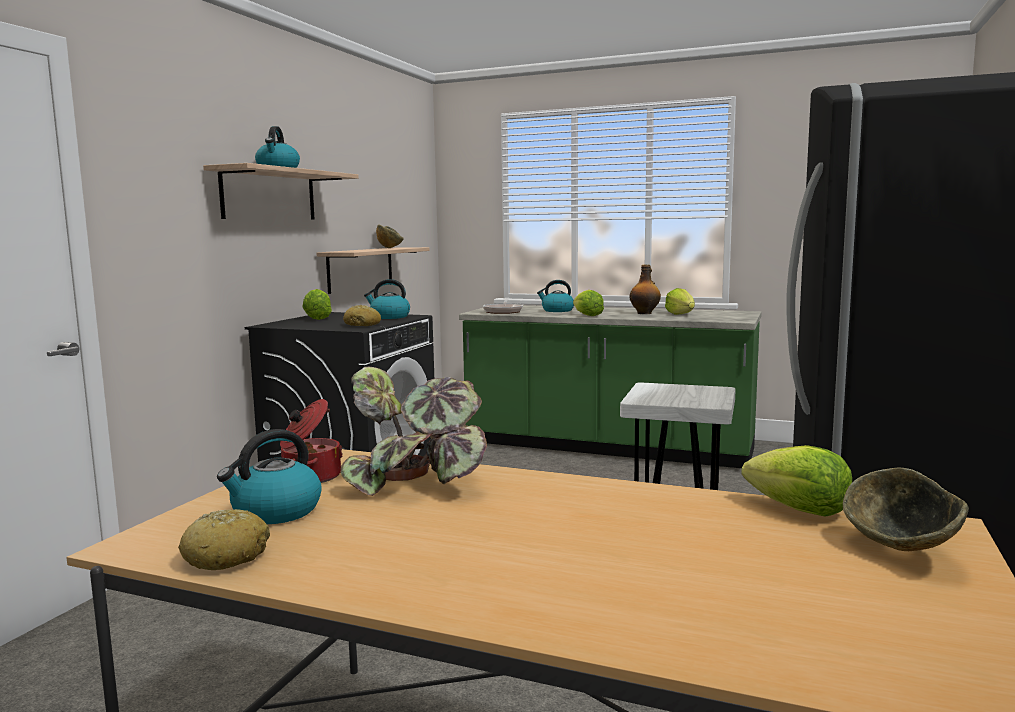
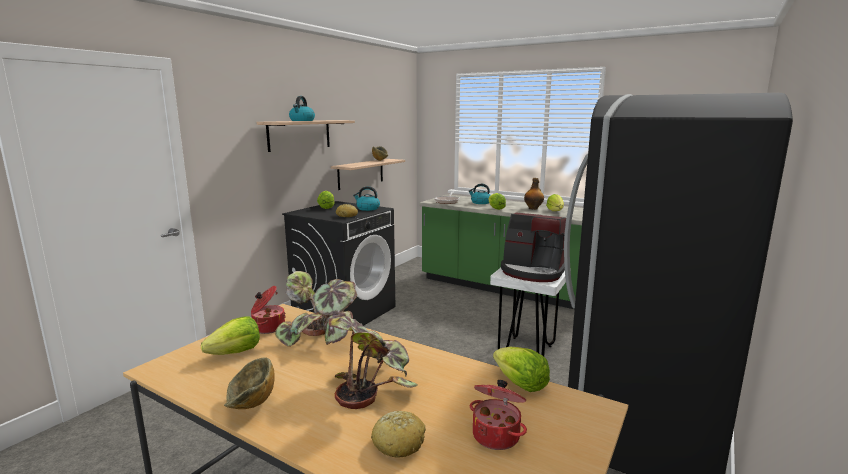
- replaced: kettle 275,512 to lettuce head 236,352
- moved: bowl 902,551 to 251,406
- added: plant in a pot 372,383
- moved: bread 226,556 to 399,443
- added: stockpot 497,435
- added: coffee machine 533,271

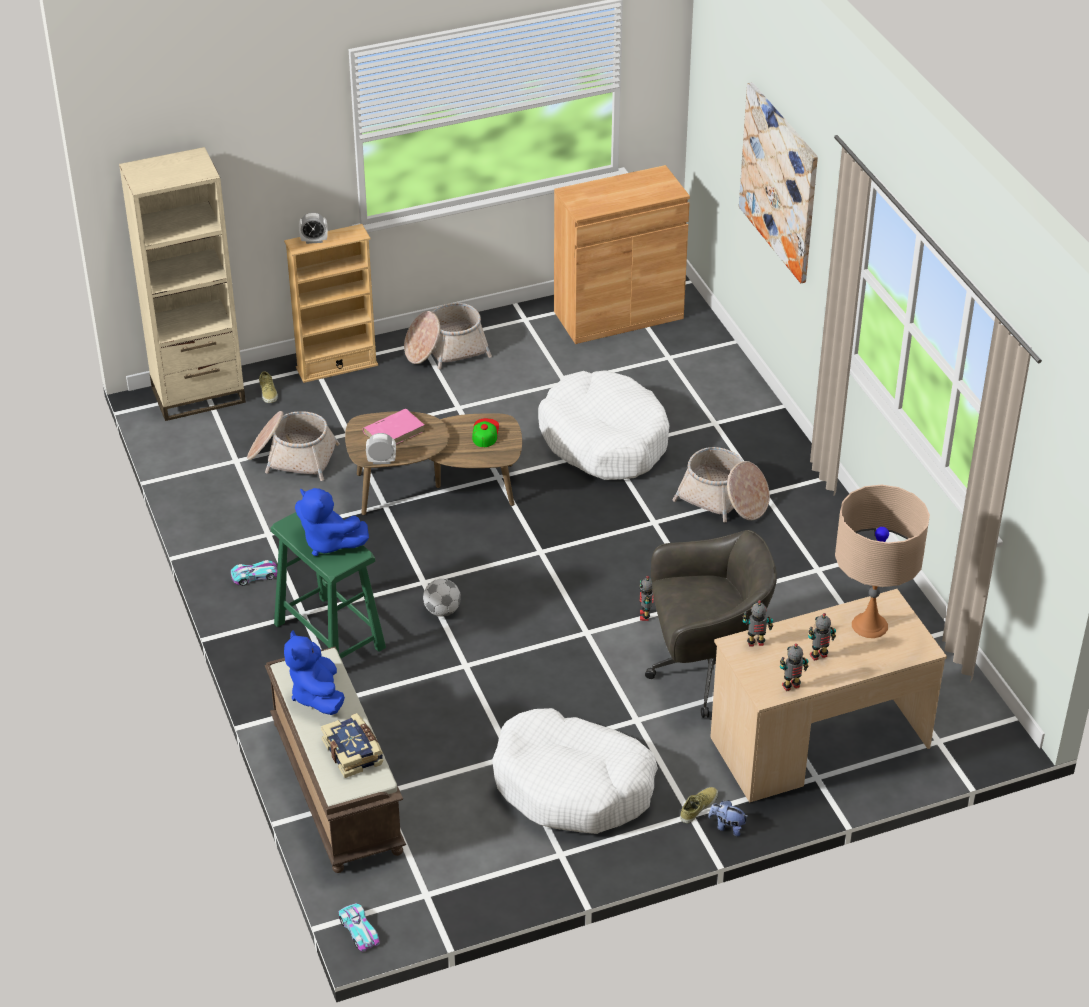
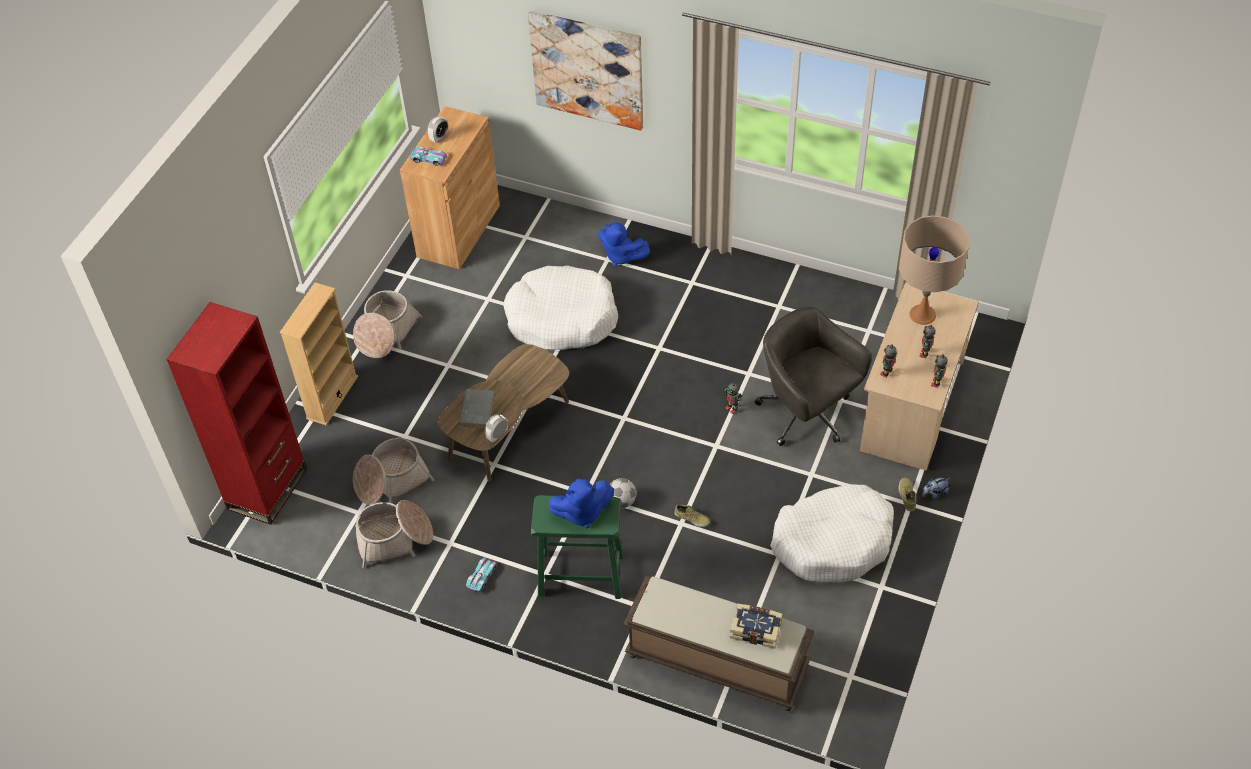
- recoloured: bookcase (beige) 198,395 to bookcase (red-coloured) 267,489
- moved: basket 723,500 to 395,539
- moved: model car 359,930 to 429,159
- moved: table clock 314,240 to 439,137
- recoloured: volume (pink-coloured) 394,431 to volume (greyish) 477,410
- moved: soft toy (blue-coloured) 317,695 to 621,256
- moved: shoe (beige) 269,392 to 692,518
- turned: computer chair (greyish) 706,671 = 806,414 75 degrees counterclockwise
- removed: cap 485,432

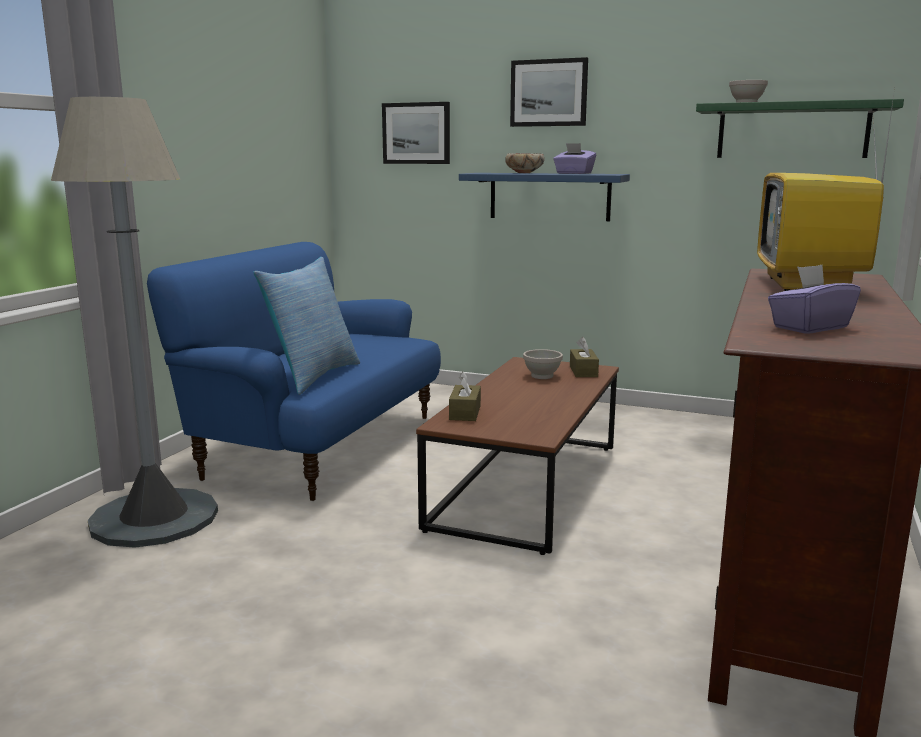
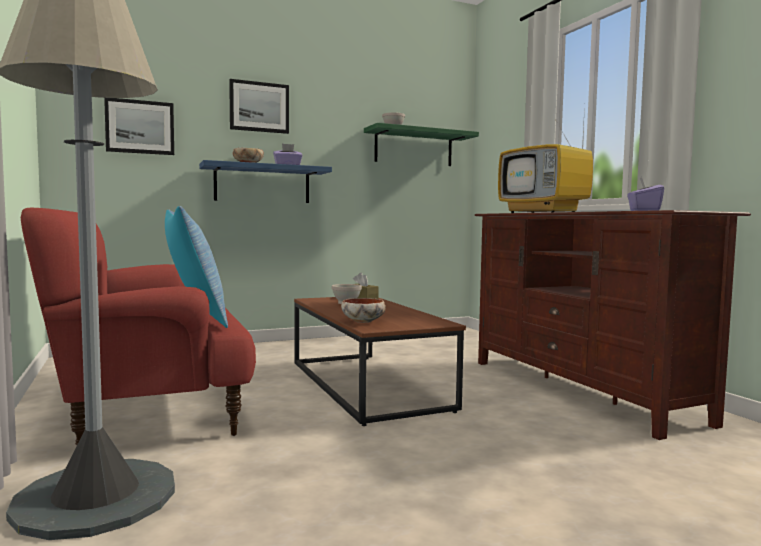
- recoloured: sofa (blue-coloured) 319,445 to sofa (red-coloured) 150,403
- replaced: tissue box (brown-coloured) 465,412 to bowl 364,322

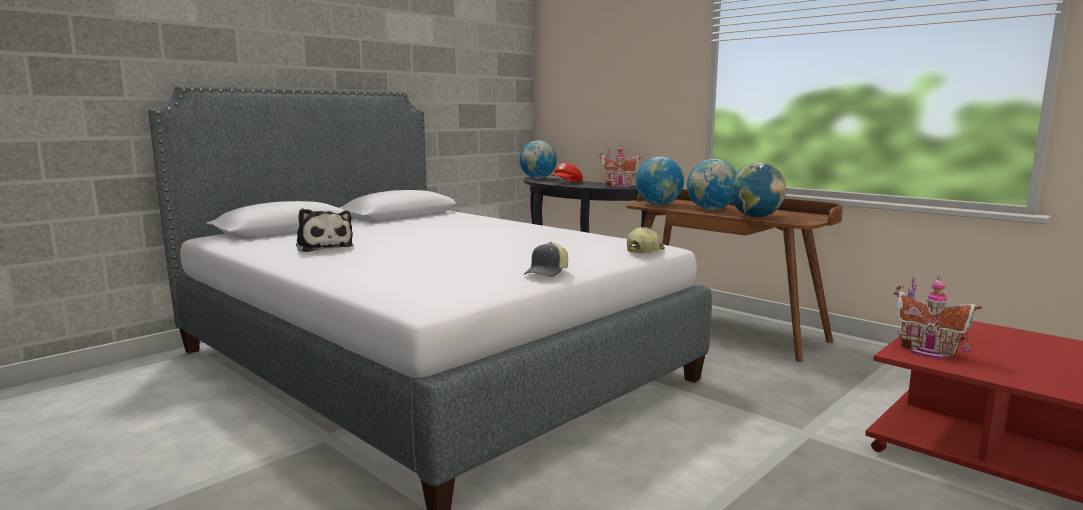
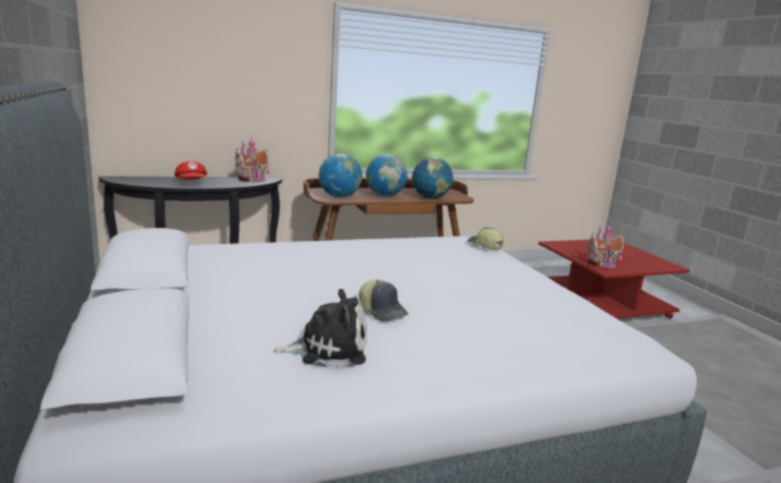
- moved: cap 547,273 to 382,311
- removed: globe 538,178

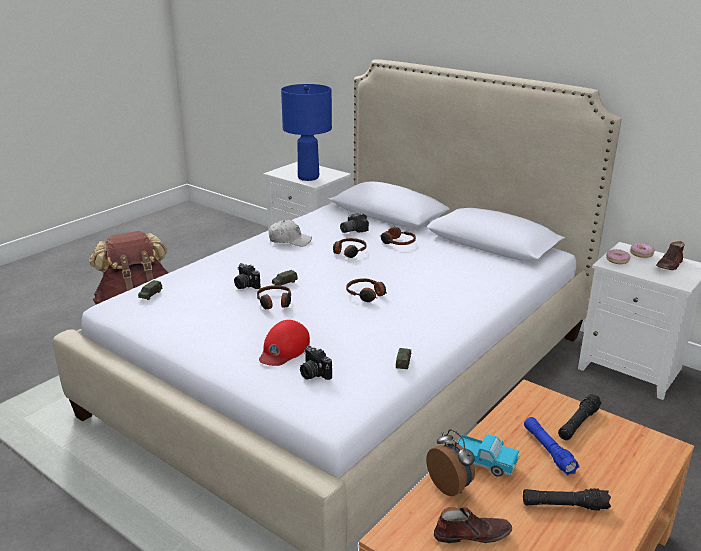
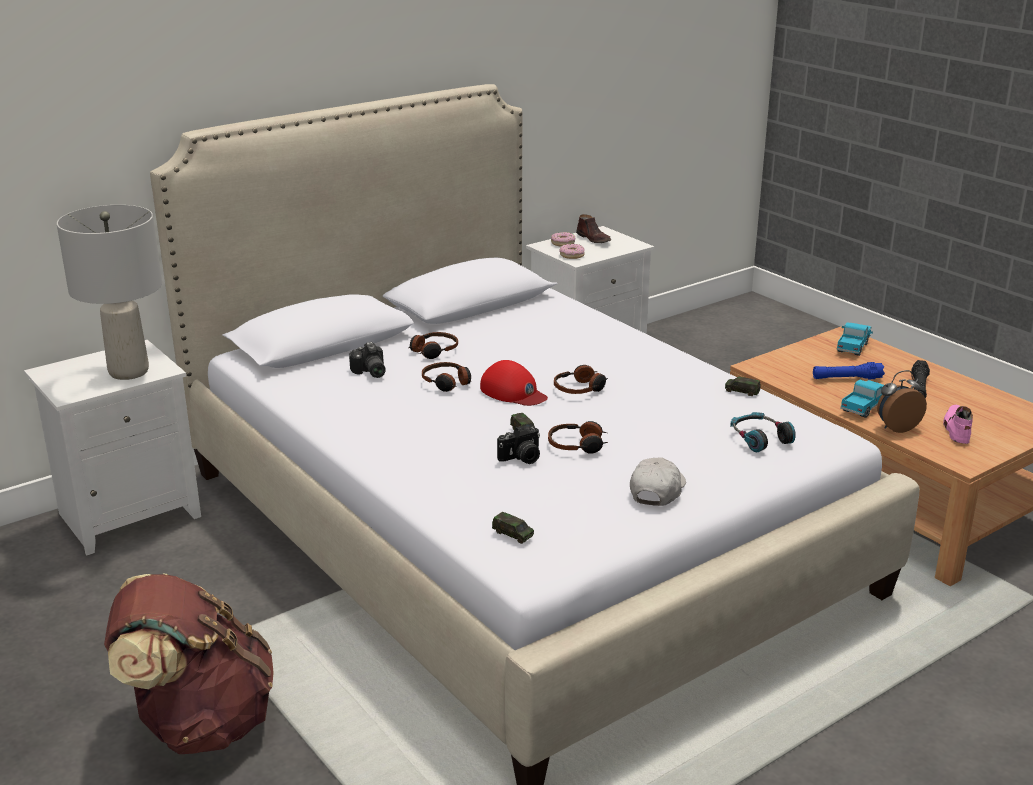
- recoloured: lamp for a table (blue-coloured) 308,177 to lamp for a table (greyish) 128,371
- moved: cap (red-coloured) 284,349 to 513,392
- moved: cap (white) 289,240 to 657,490
- replaced: still camera 313,373 to pair of headphones 759,438
- added: model truck 853,347
- recoloured: shoe (brown-coloured) 472,534 to shoe (pink-coloured) 956,429
- removed: torch (blackish) 578,423

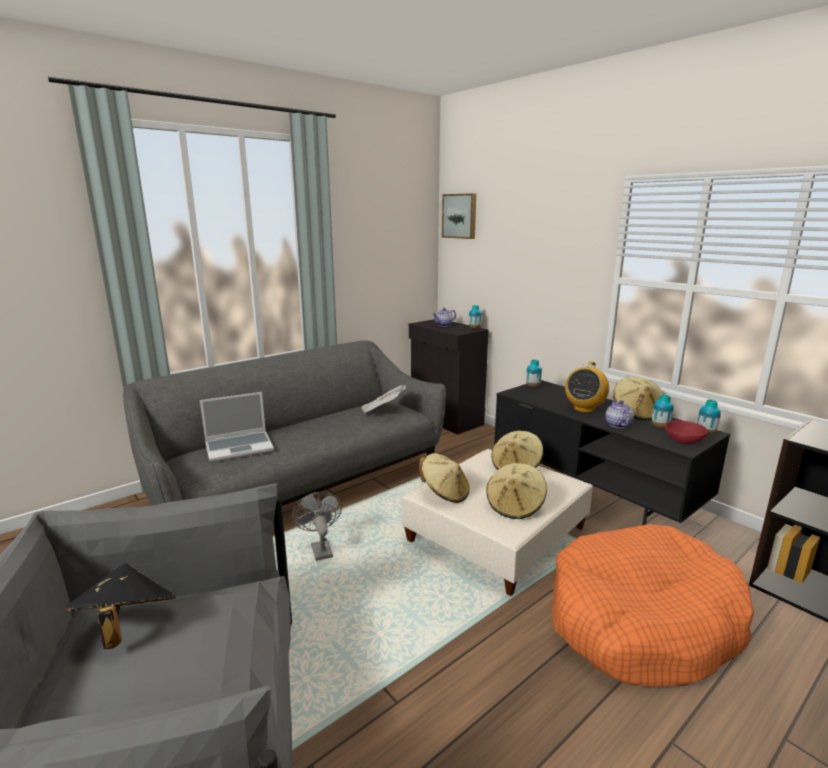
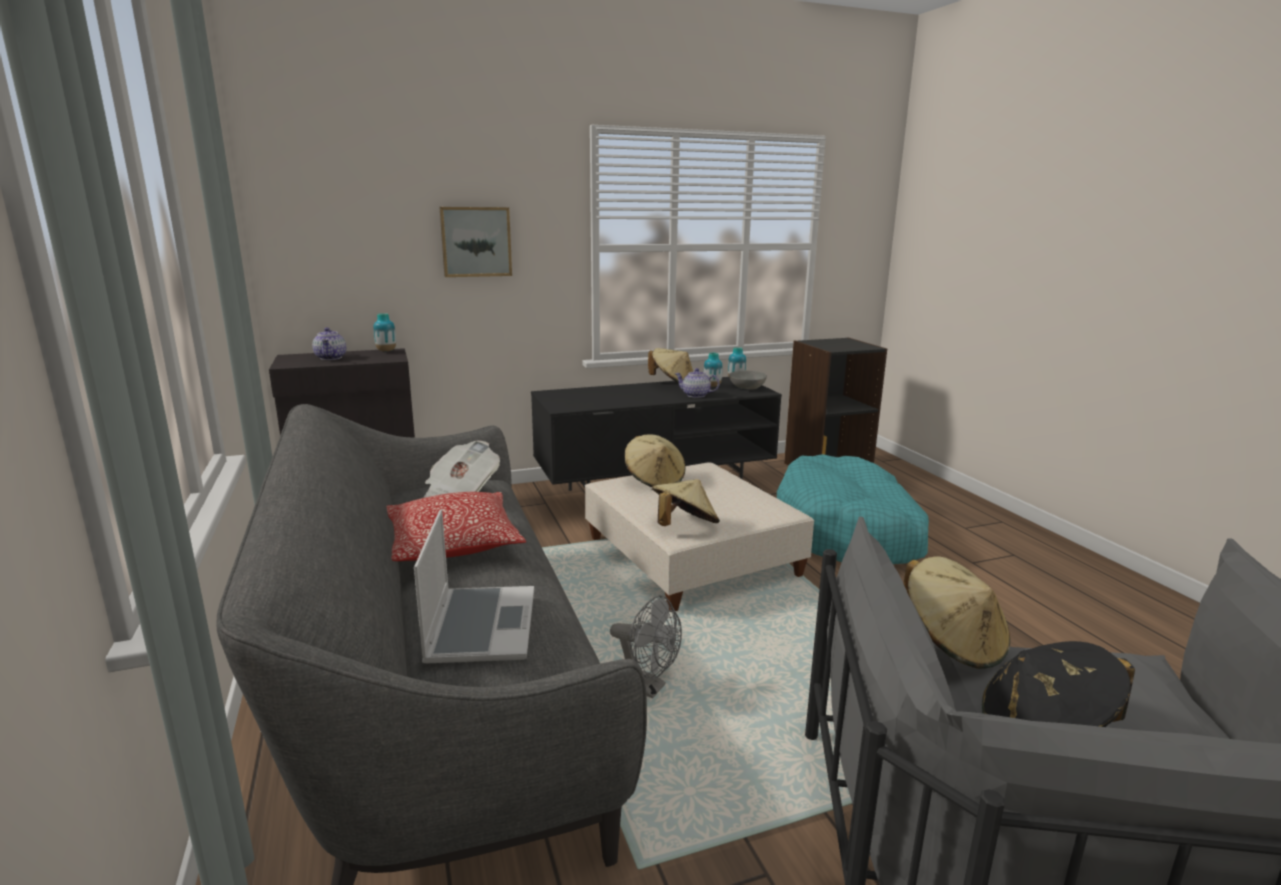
- added: pillow 453,544
- moved: wall art 460,216 to 476,241
- turned: fan (greyish) 320,548 = 647,687 150 degrees counterclockwise
- recoloured: bowl (red-coloured) 683,440 to bowl (greyish) 746,388
- recoloured: pet bed (orange) 641,621 to pet bed (turquoise) 848,532
- moved: wearable hat (beige) 515,506 to 952,642
- removed: decorative vase 533,386
- removed: radio set 584,409

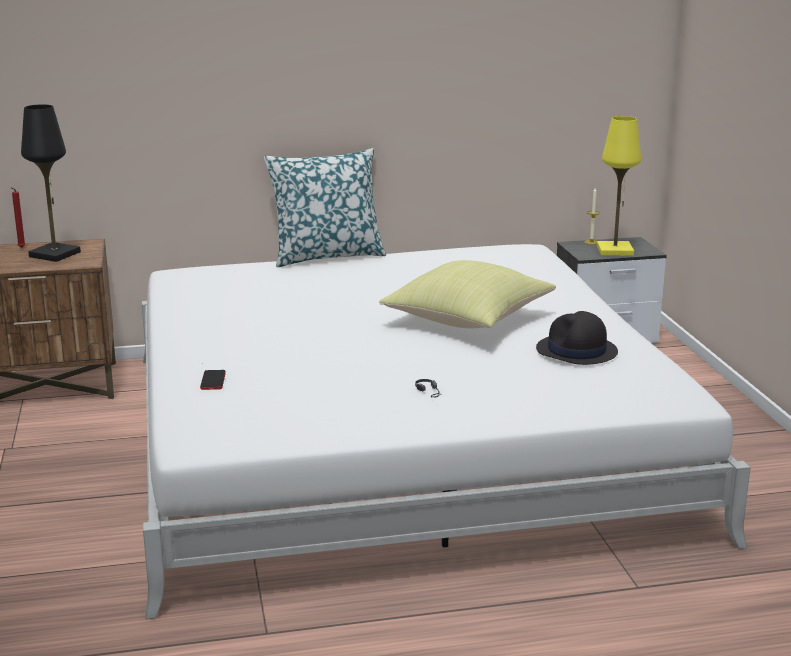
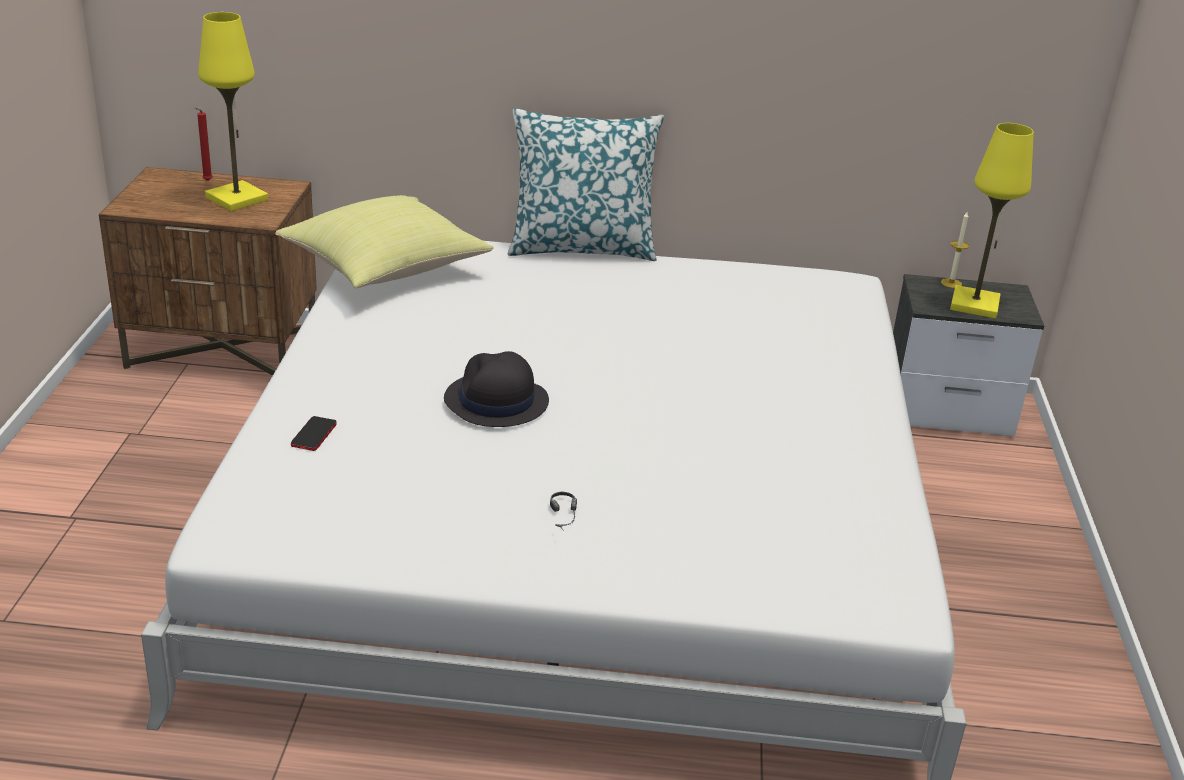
- recoloured: lamp for a table (blackish) 55,254 to lamp for a table (yellow) 237,199
- moved: pillow (yellow) 468,322 to 385,271
- moved: wearable hat (blackish) 576,351 to 495,402

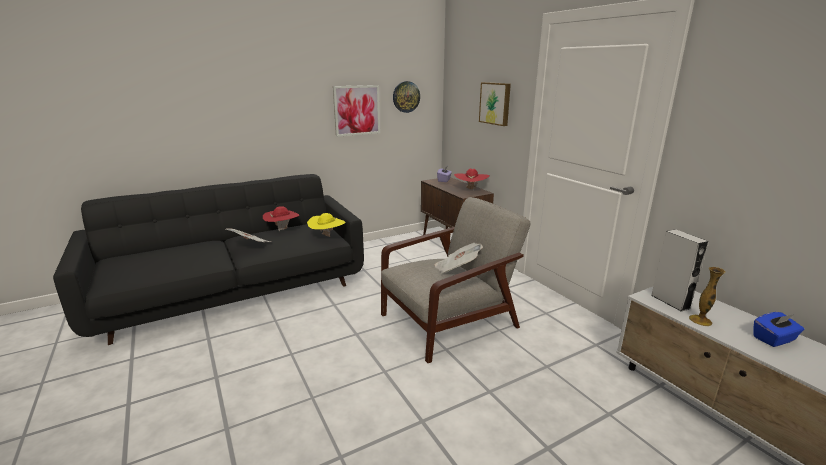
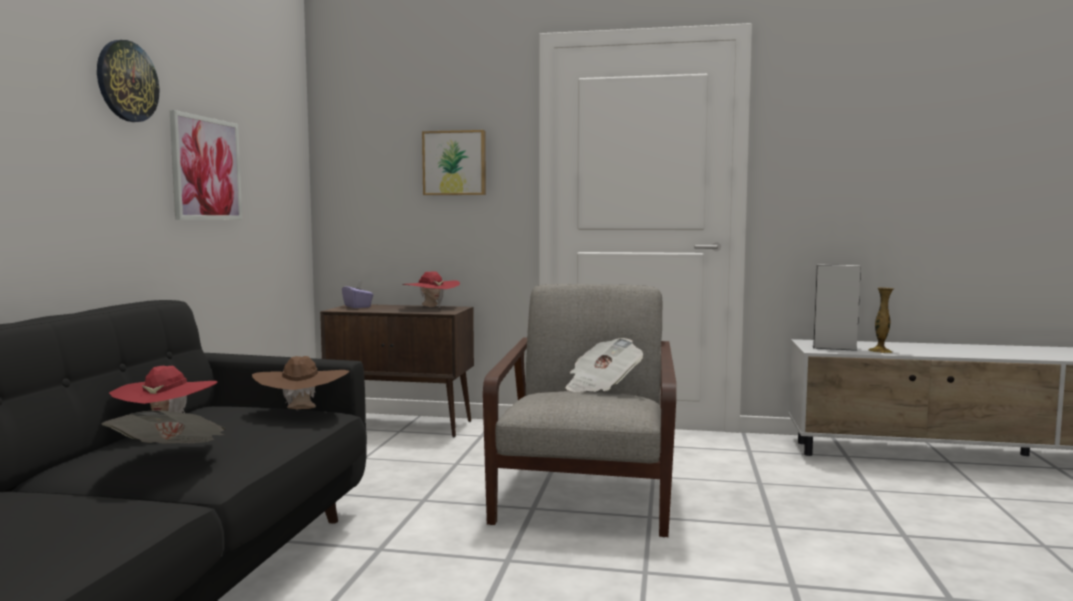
- moved: hanging clock 406,97 to 127,81
- recoloured: wearable hat (yellow) 327,237 to wearable hat (brown-coloured) 302,411
- removed: tissue box (blue-coloured) 774,339

